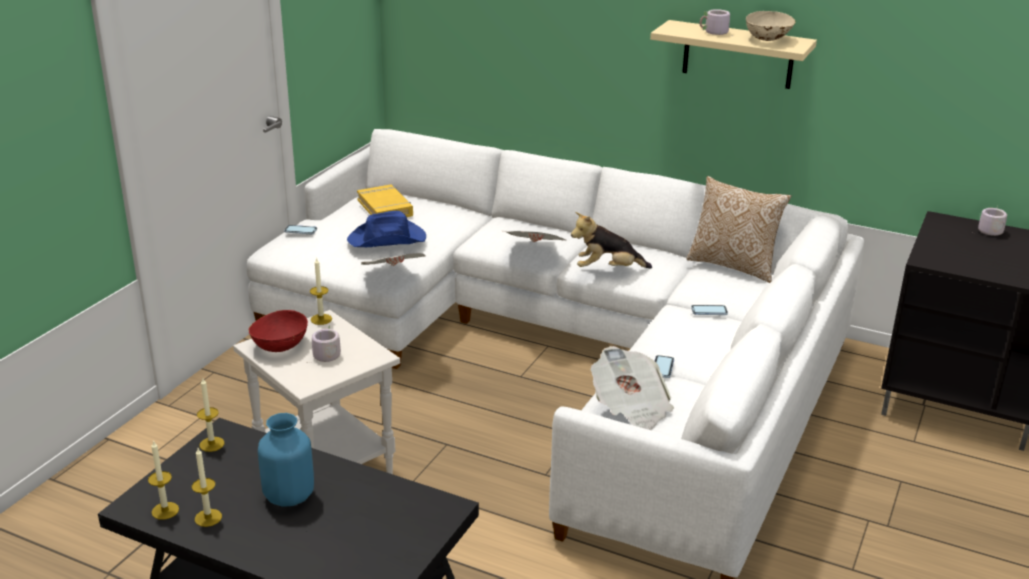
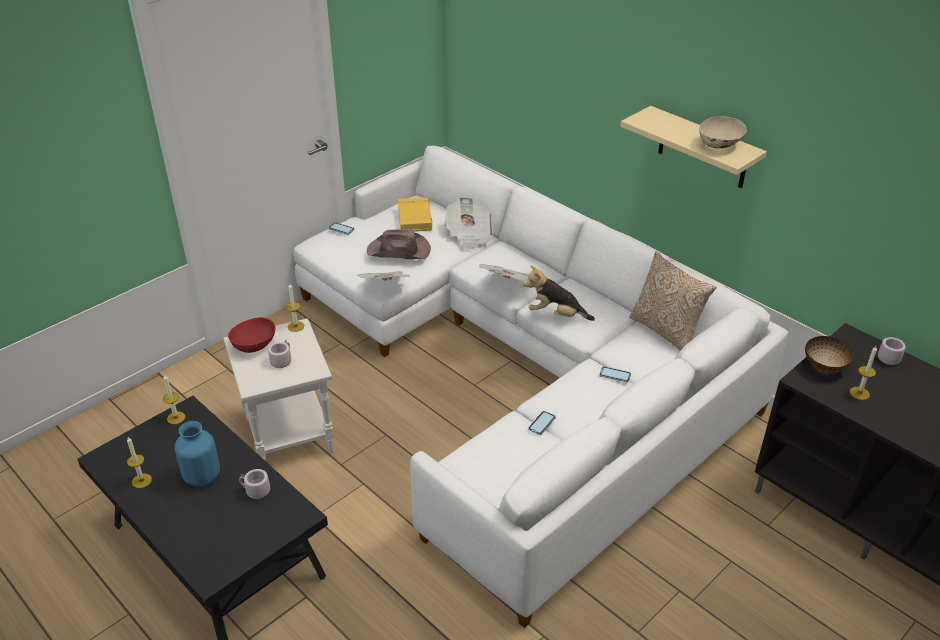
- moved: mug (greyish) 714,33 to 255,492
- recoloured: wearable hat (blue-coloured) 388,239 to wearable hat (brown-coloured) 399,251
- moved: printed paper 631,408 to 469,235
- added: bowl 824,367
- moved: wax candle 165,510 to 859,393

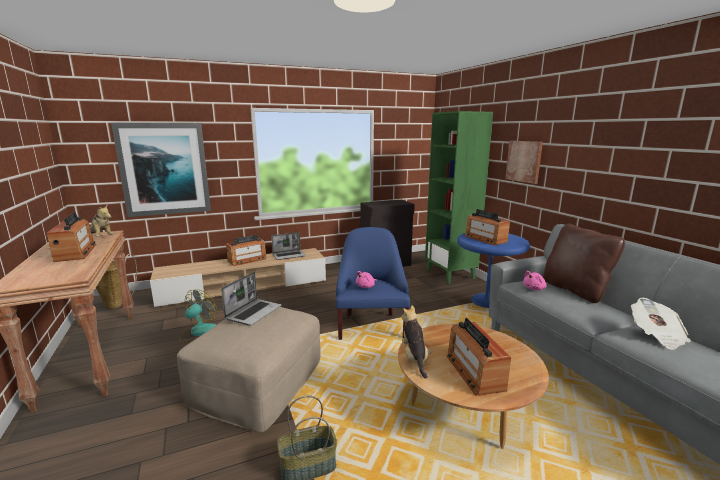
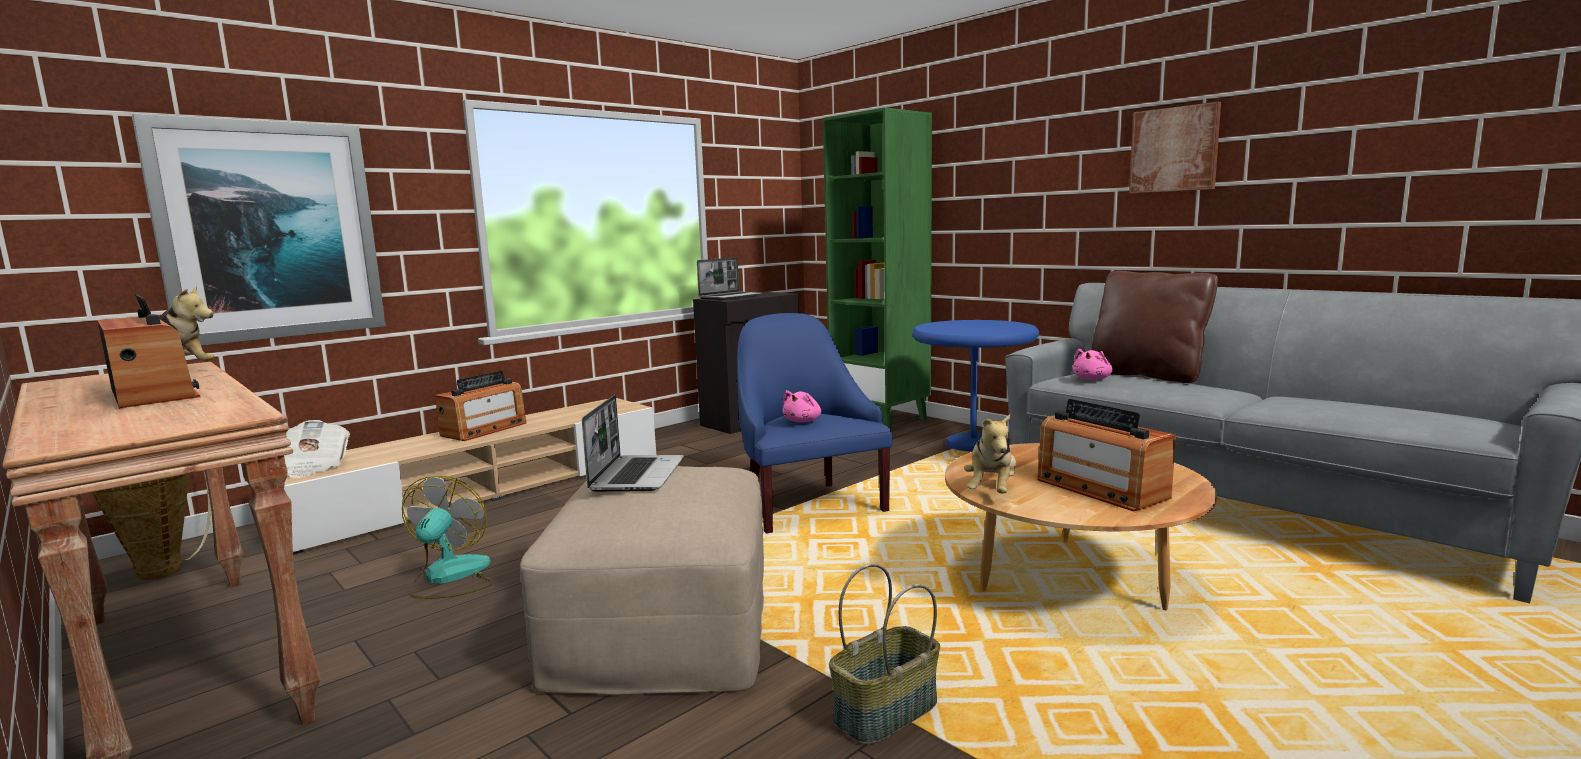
- moved: printed paper 656,335 to 313,467
- moved: portable computer 289,255 to 730,297
- turned: soft toy 414,358 = 992,490 135 degrees counterclockwise
- moved: wall art 524,161 to 1174,149
- removed: radio set 485,239

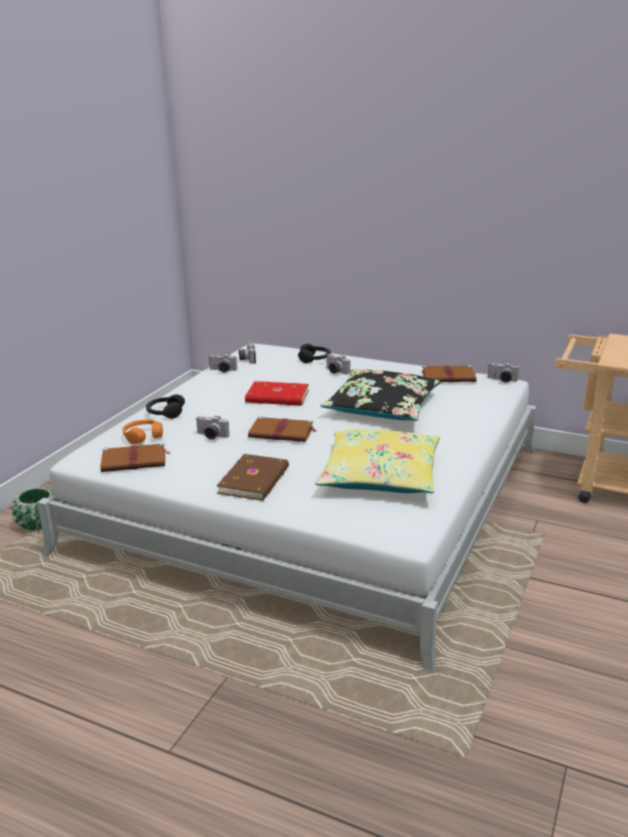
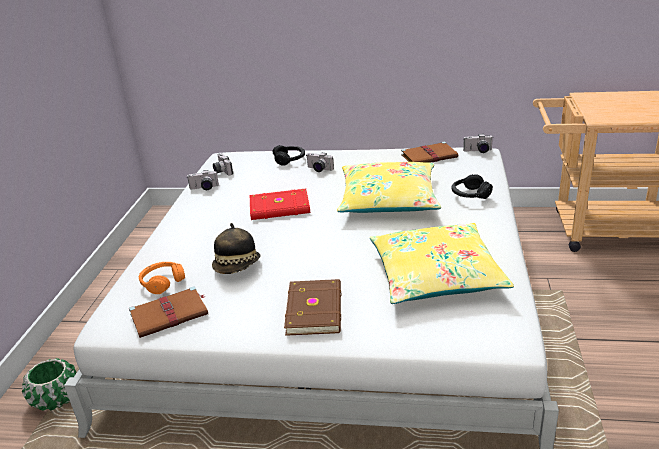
- replaced: still camera 211,436 to wearable hat 237,267
- recoloured: pillow (blackish) 382,407 to pillow (yellow) 388,199
- moved: pair of headphones (blackish) 165,413 to 470,194
- removed: volume (brown-coloured) 282,432

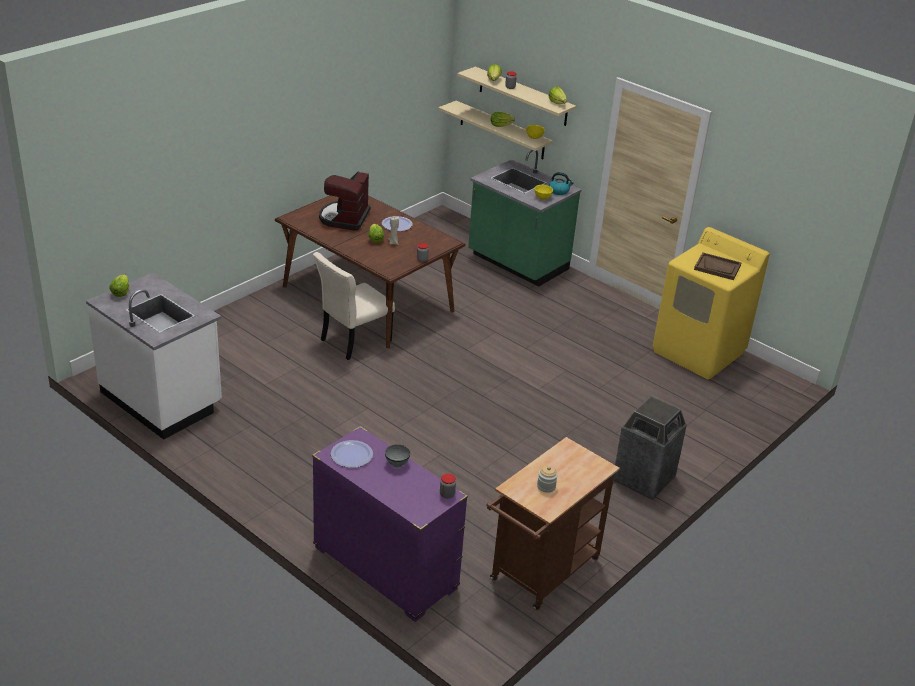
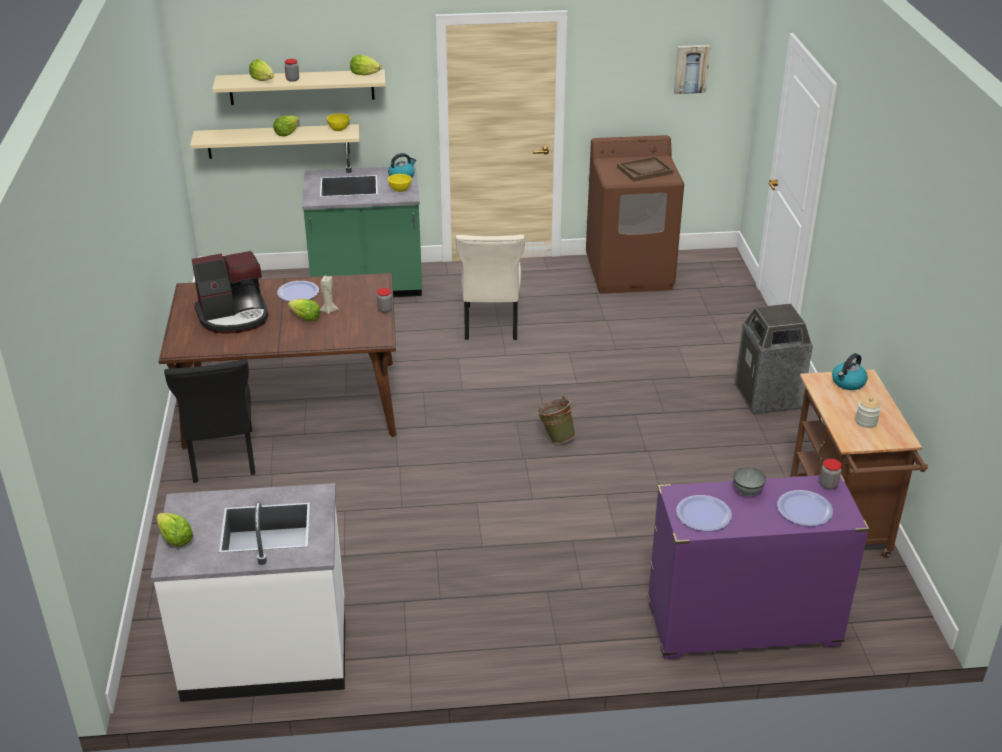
- added: plain chair (blackish) 222,458
- turned: coffee machine 344,218 = 234,316 75 degrees counterclockwise
- moved: plain chair (beige) 353,341 to 490,324
- added: pail (green-coloured) 555,437
- recoloured: washing machine (yellow) 699,352 to washing machine (brown-coloured) 630,273
- added: wall art 691,68
- added: dinner plate 804,509
- added: kettle 848,383

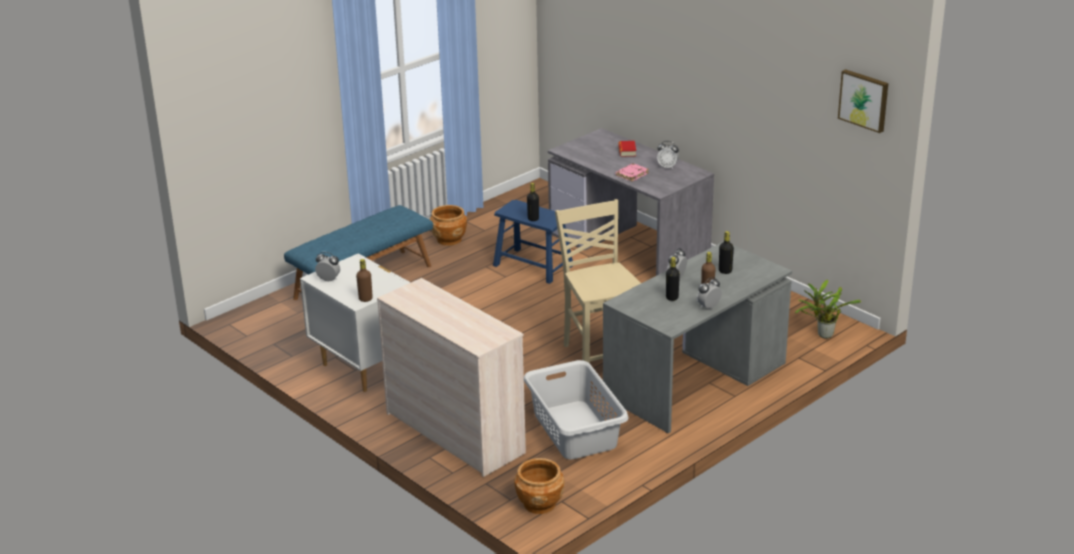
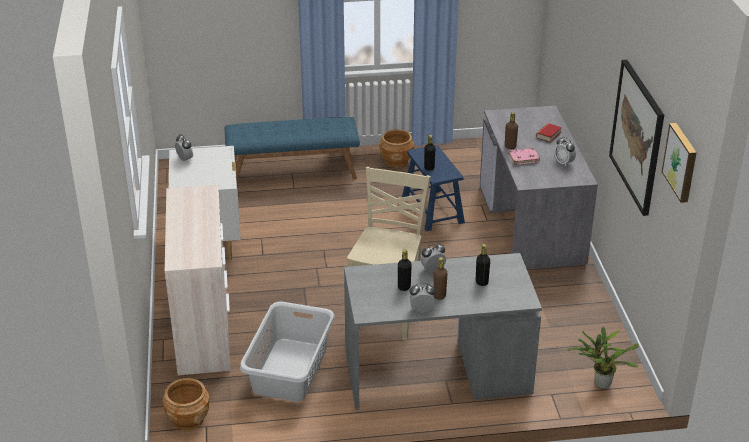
- moved: bottle (brown-coloured) 365,299 to 510,146
- added: wall art 637,136

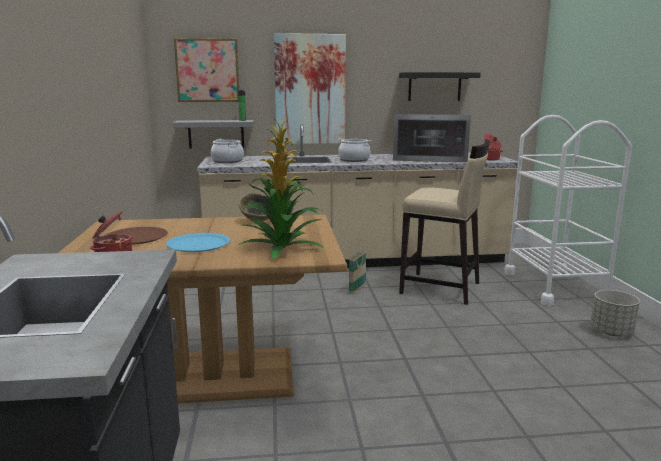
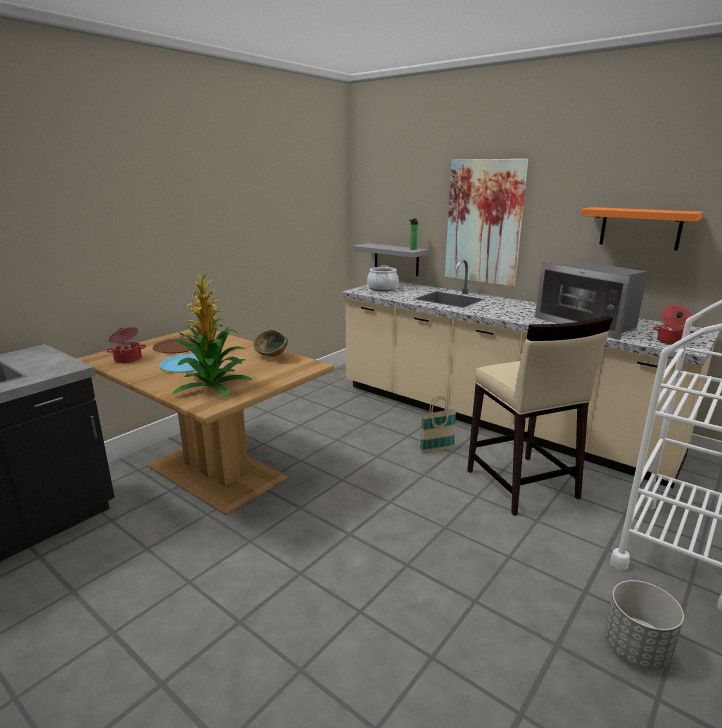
- recoloured: shelf (blackish) 434,86 to shelf (orange) 640,228
- removed: wall art 207,70
- removed: stockpot 354,160

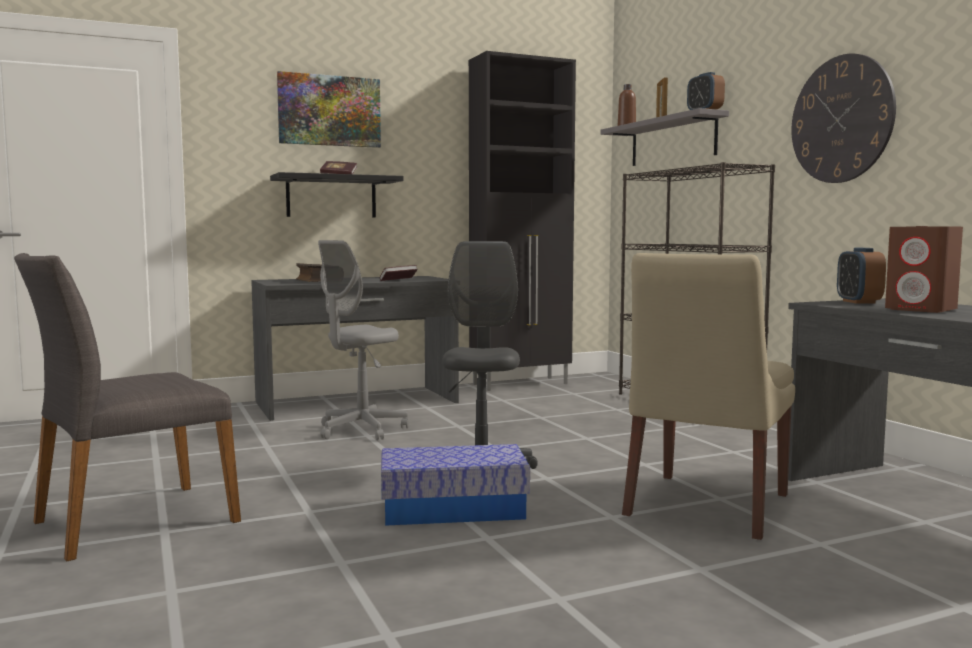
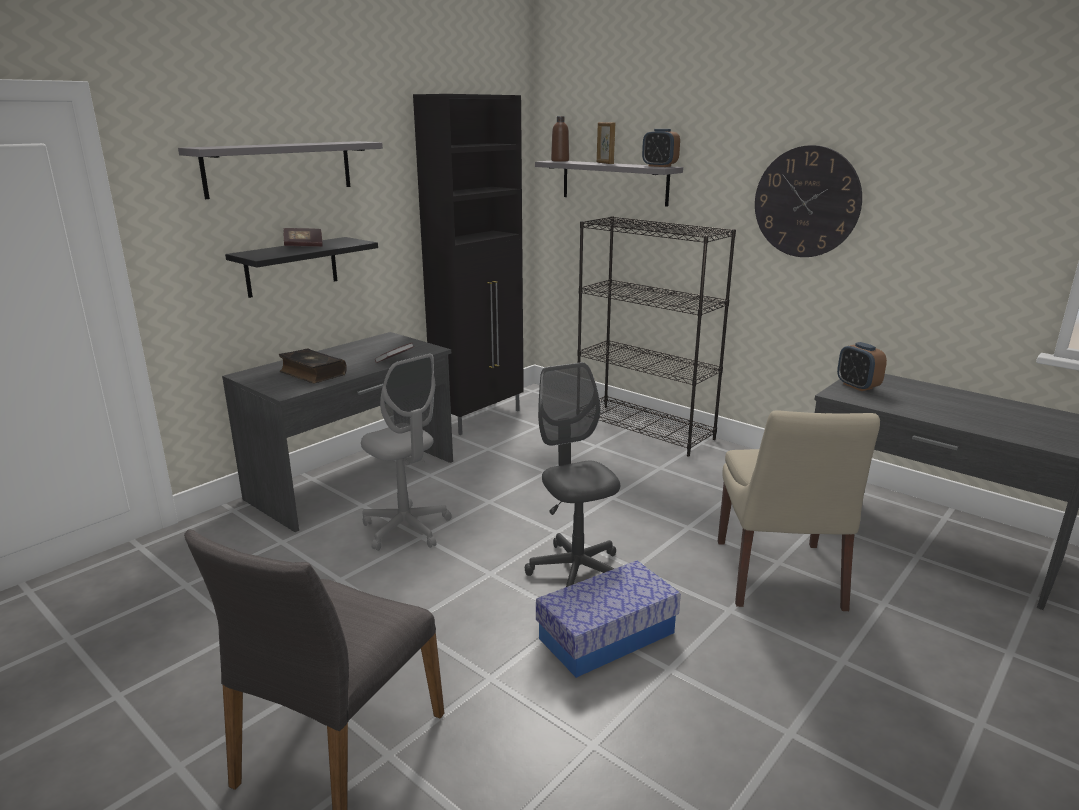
- replaced: wall art 329,111 to shelf (greyish) 279,168
- turned: computer chair (greyish) 361,430 = 406,529 60 degrees counterclockwise
- removed: audio speaker (brown-coloured) 921,309

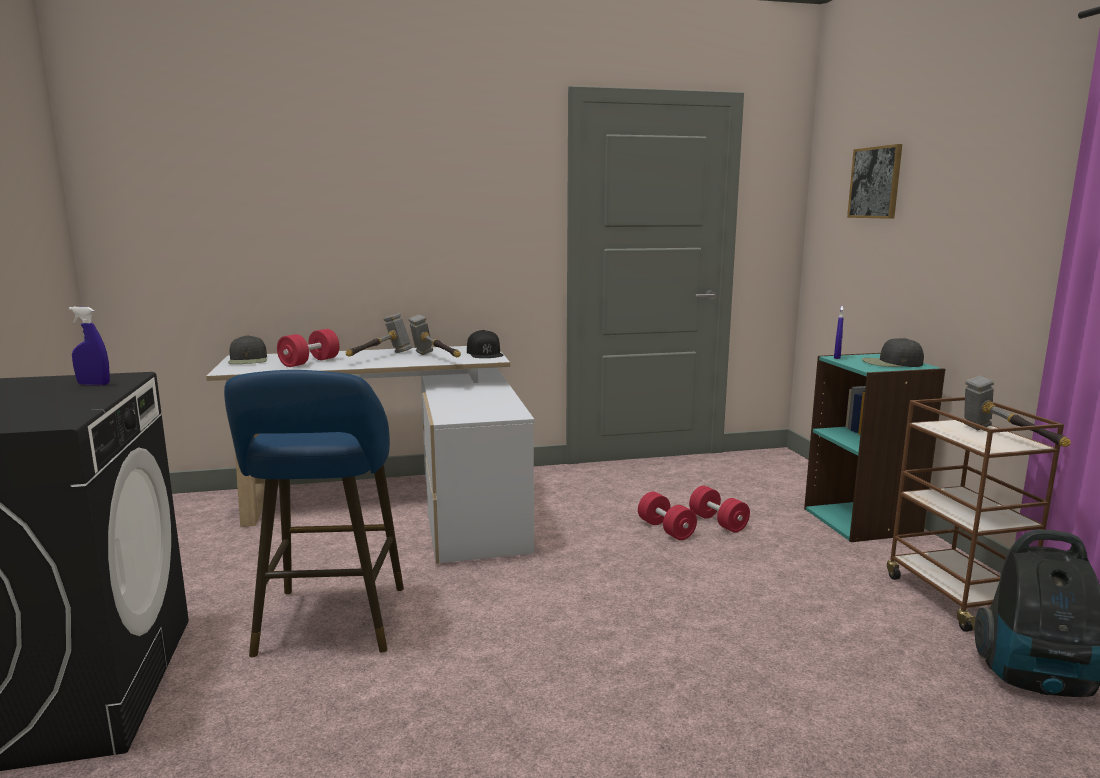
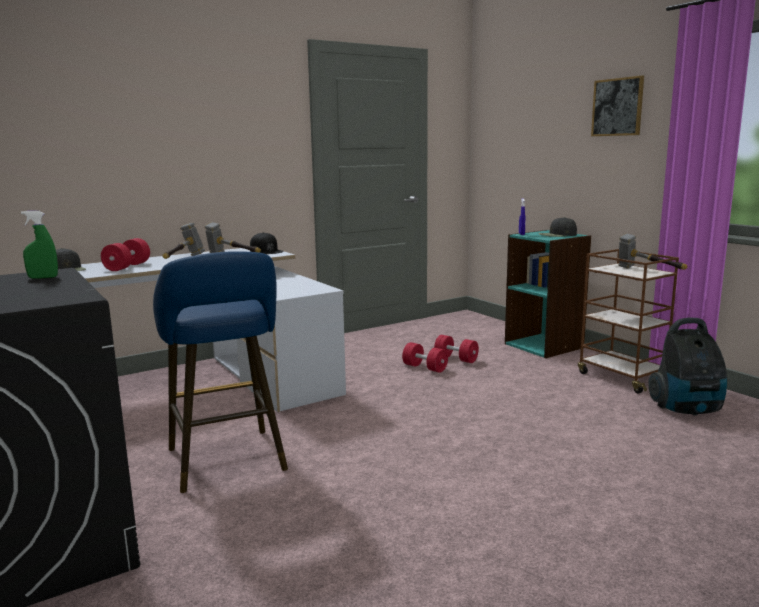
- recoloured: sprayer (blue-coloured) 94,384 to sprayer (green-coloured) 43,277
- moved: wall art 875,182 to 617,107

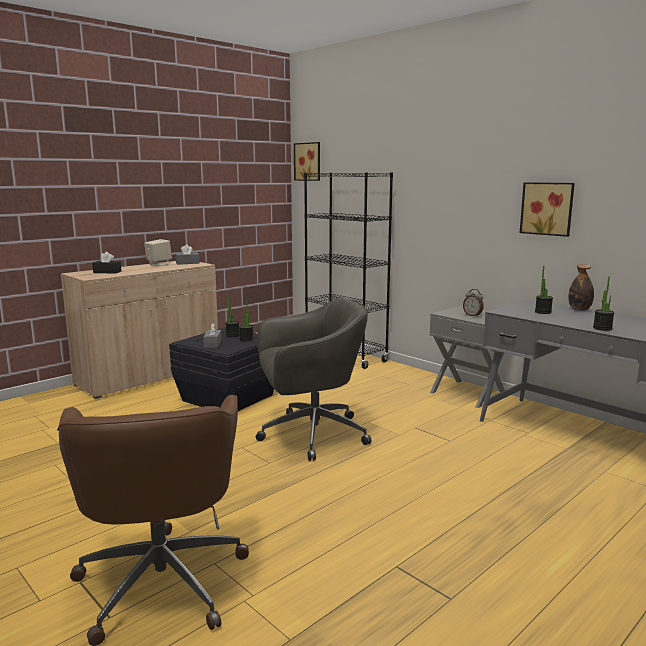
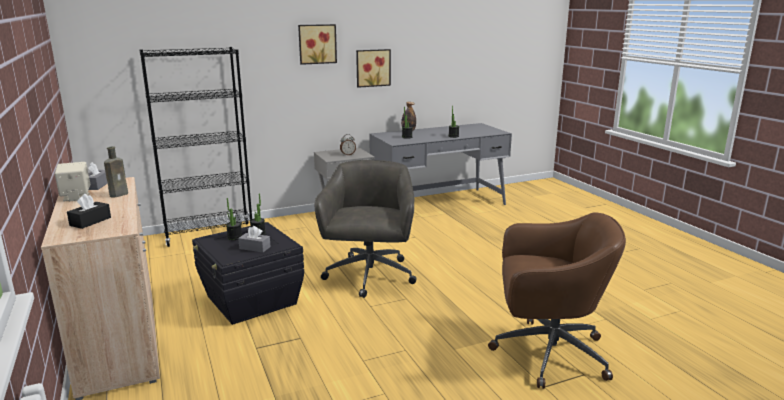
- added: bottle (brown-coloured) 120,194
- moved: wall art 308,161 to 317,44

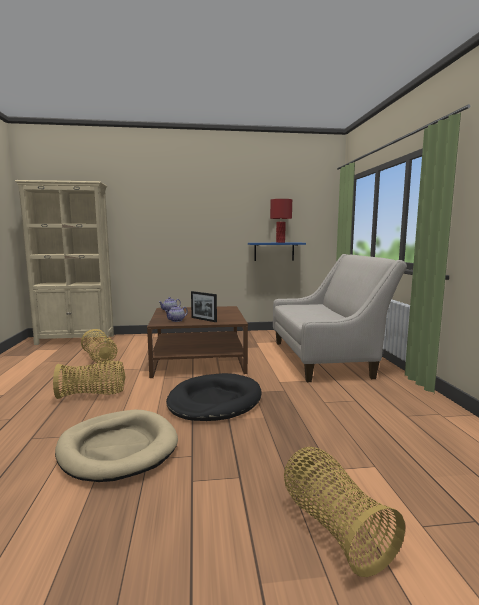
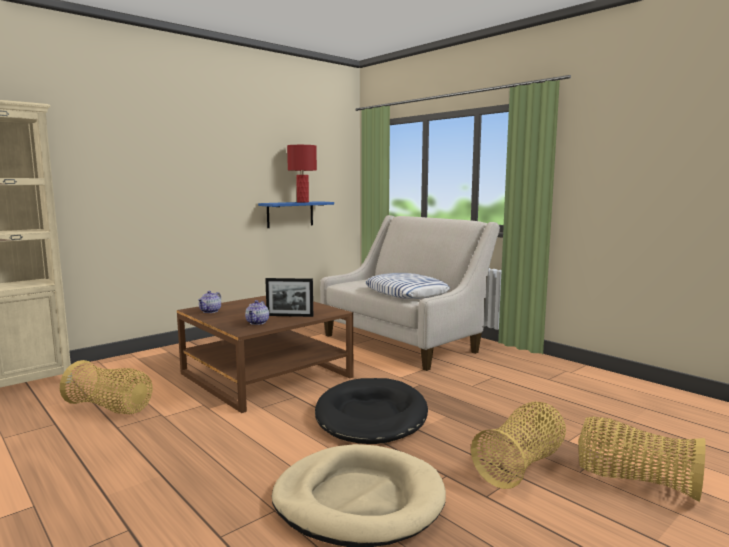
- added: pillow 406,292
- moved: basket 93,394 to 521,465

